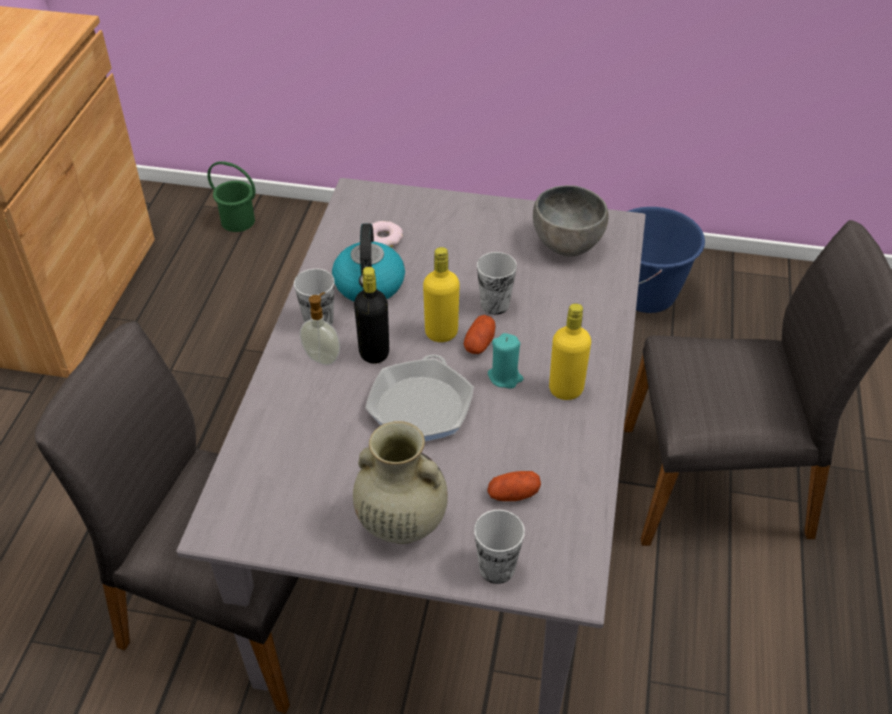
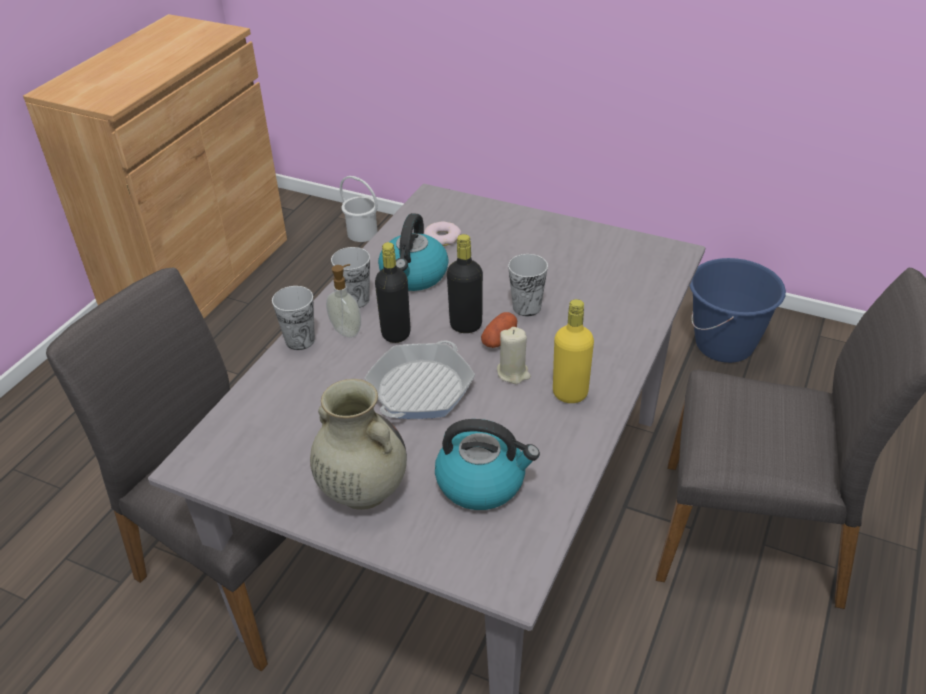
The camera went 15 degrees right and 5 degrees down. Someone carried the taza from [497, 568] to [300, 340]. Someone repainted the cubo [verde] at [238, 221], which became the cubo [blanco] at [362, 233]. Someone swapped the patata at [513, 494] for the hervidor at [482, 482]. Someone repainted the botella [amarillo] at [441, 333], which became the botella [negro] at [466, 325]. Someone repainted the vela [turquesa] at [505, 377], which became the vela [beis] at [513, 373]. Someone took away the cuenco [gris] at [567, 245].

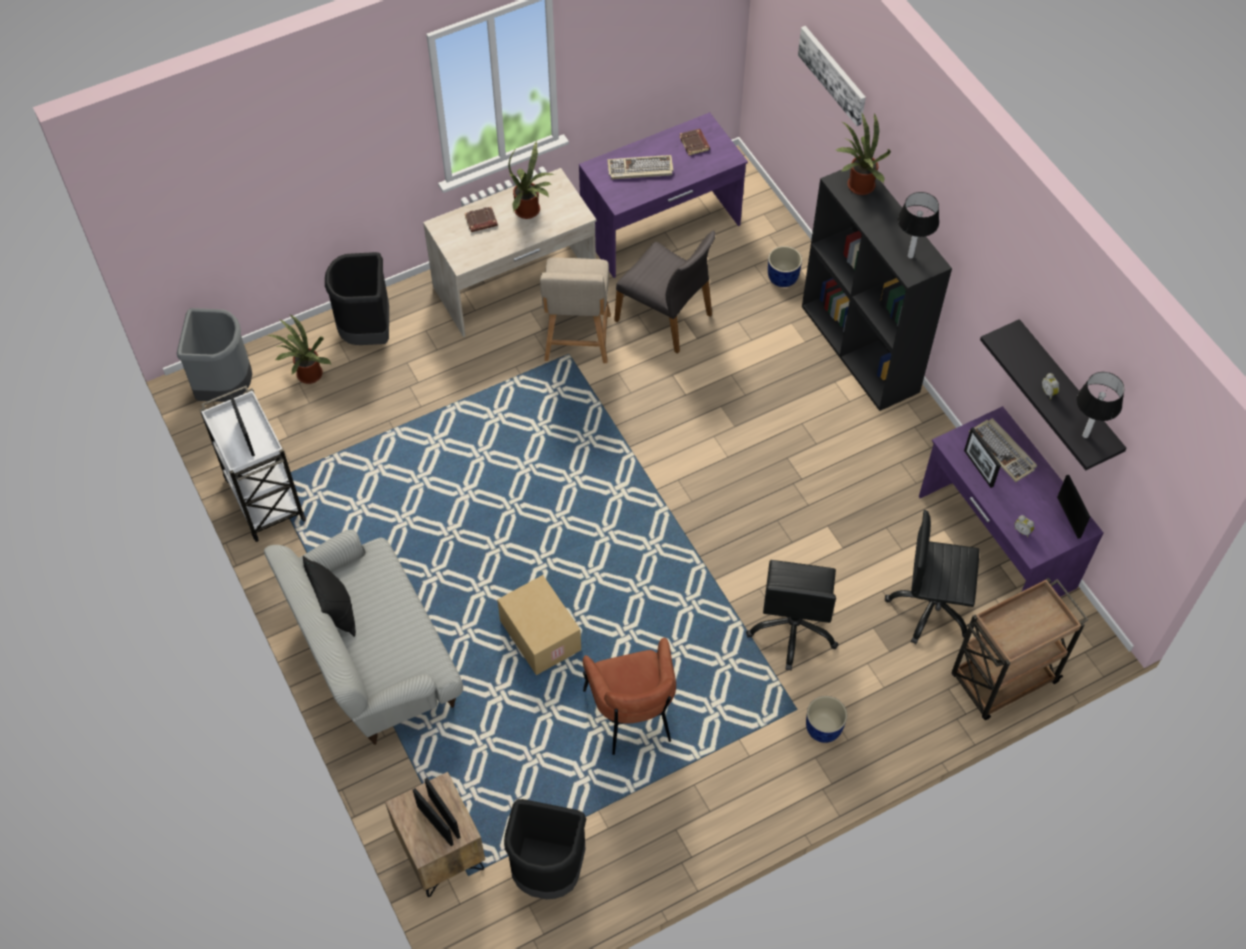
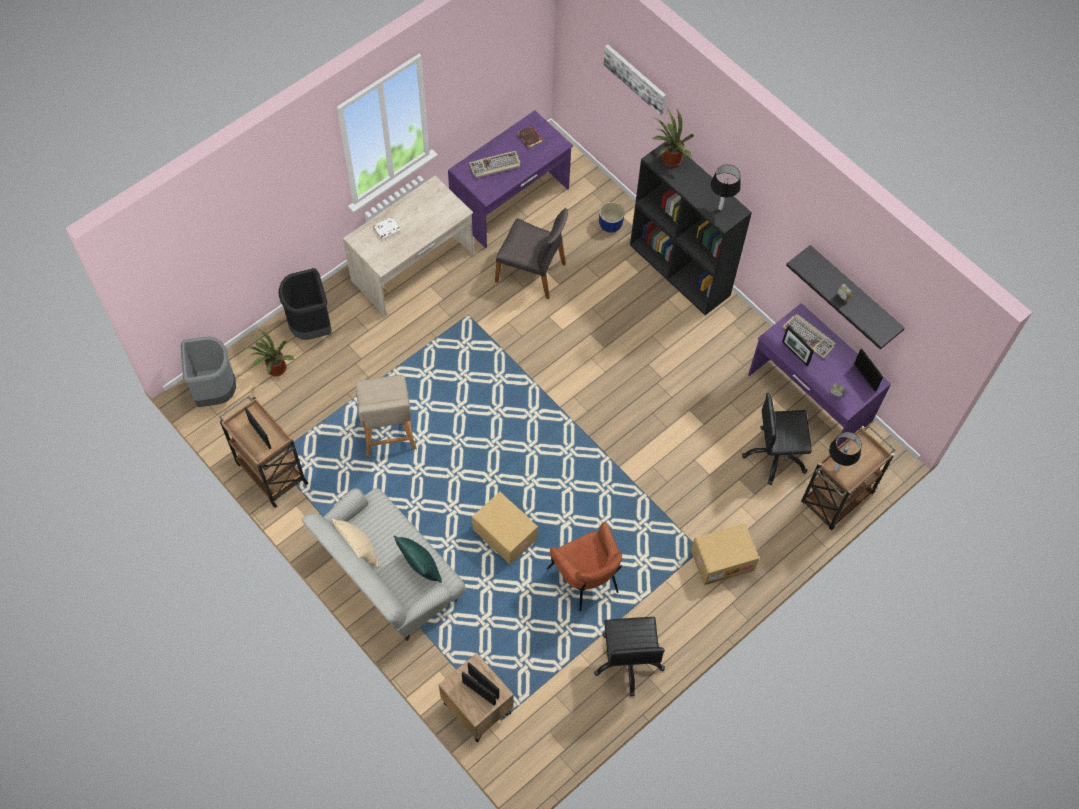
The camera went 15 degrees left and 5 degrees up. Someone repainted the carrito [blanco] at [264, 497], which became the carrito [marrón] at [270, 472]. Someone repainted the cojín [negro] at [336, 611], which became the cojín [beis] at [359, 551]. Someone carried the silla [beis] from [577, 340] to [388, 434]. Someone repainted the libro [marrón] at [481, 222], which became the libro [blanco] at [387, 230]. Someone put down the cojín [verde] at [420, 567]. Someone carried the silla de oficina [negro] from [793, 629] to [628, 661]. Someone swapped the maceta [azul] at [824, 728] for the caja de cartón at [722, 559]. Someone carried the lámpara de mesa from [1085, 435] to [836, 469]. Someone took away the papelera [negro] at [547, 872]. Someone took away the planta en maceta at [530, 211].

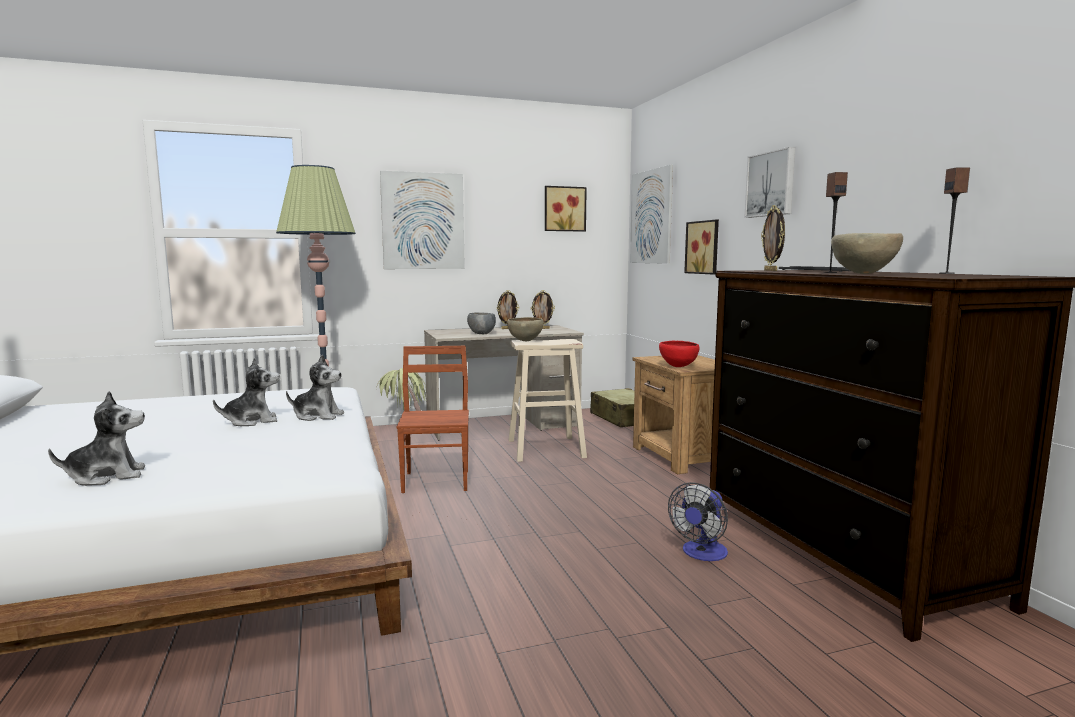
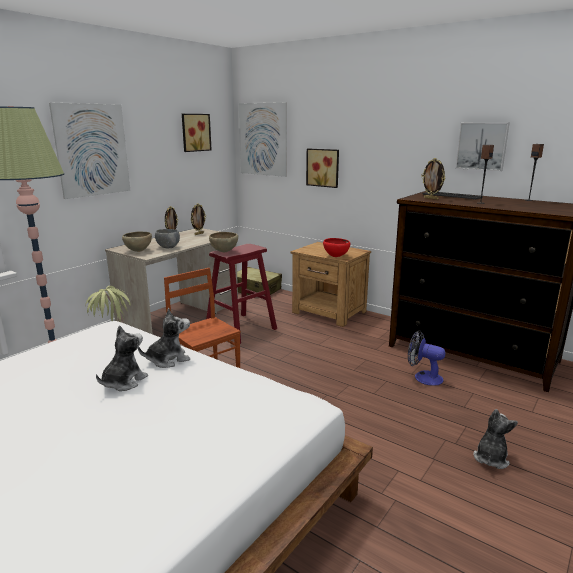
The camera went 35 degrees left and 10 degrees up. Someone carried the cuenco [marrón] from [864, 274] to [138, 251]. Someone repainted the taburete [beis] at [545, 448], which became the taburete [rojo] at [241, 328]. Someone rotated the ventilador at [701, 554] by 120 degrees clockwise. Someone carried the cuadro from [771, 184] to [482, 146]. Someone carried the peluche from [107, 476] to [490, 458].

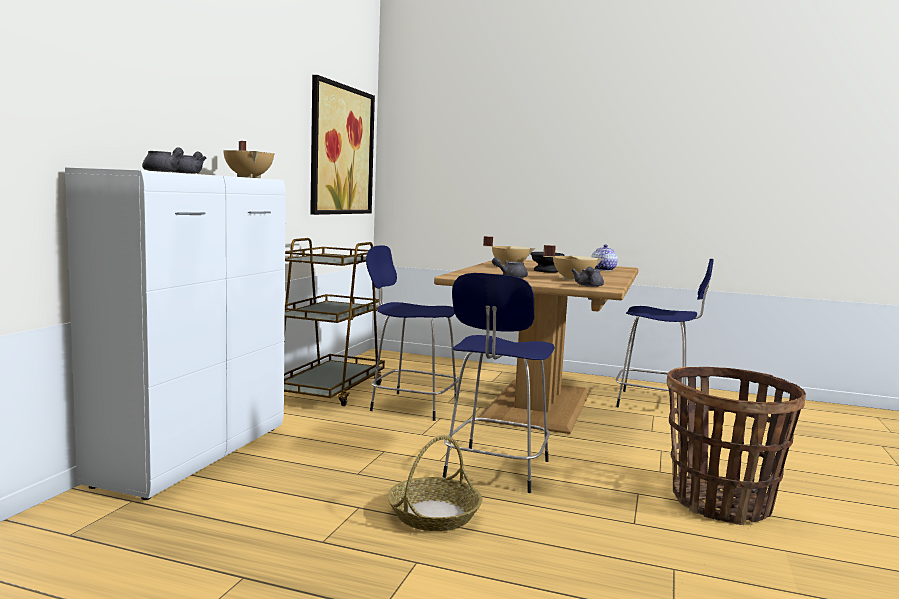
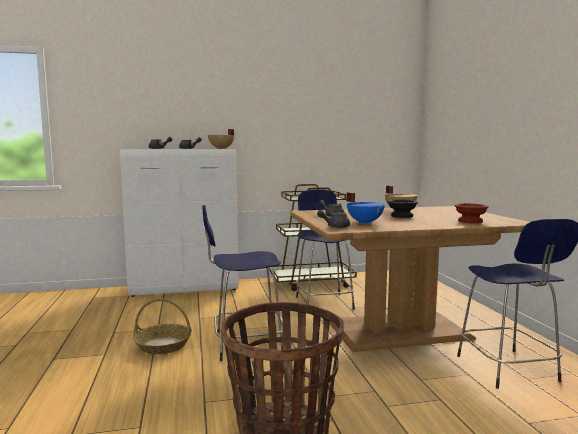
The camera went 60 degrees right and 0 degrees up. Someone repainted the olla [beis] at [573, 279], which became the olla [azul] at [365, 222]. Someone swapped the tetera at [603, 270] for the cuenco [marrón] at [470, 221]. Someone took away the cuadro at [341, 150].

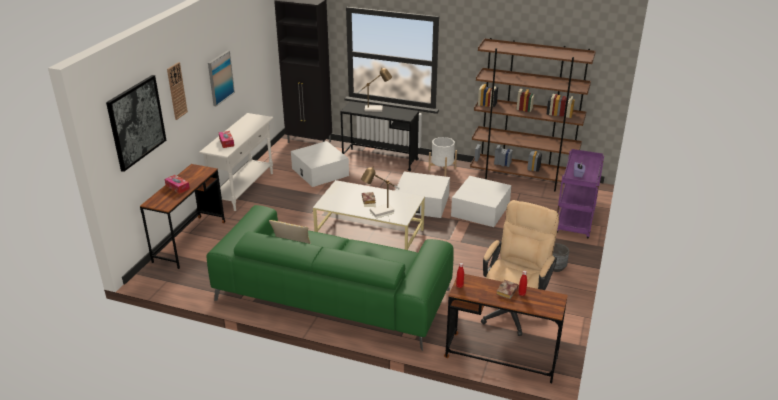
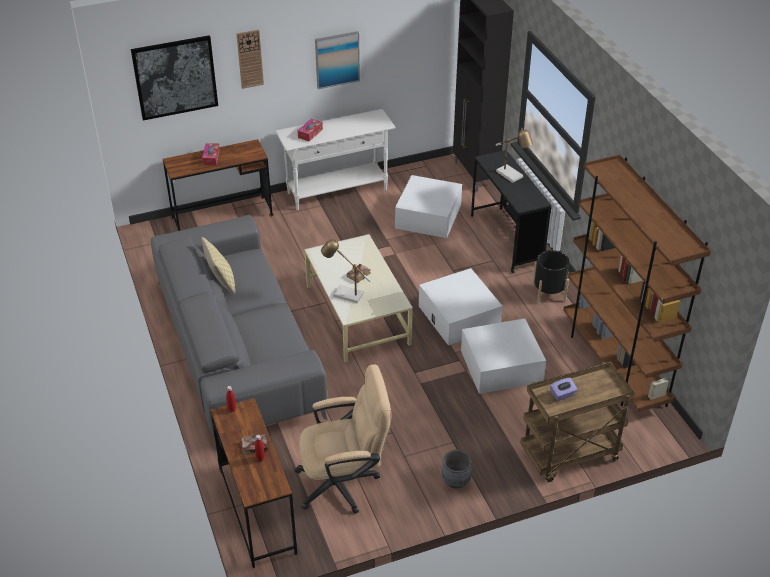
The camera went 50 degrees right and 10 degrees up. Someone repainted the sofá [verde] at [333, 295], which became the sofá [gris] at [237, 347]. Someone repainted the carrito [morado] at [575, 223], which became the carrito [marrón] at [569, 456]. Someone repainted the maceta [blanco] at [442, 169], which became the maceta [negro] at [548, 293].

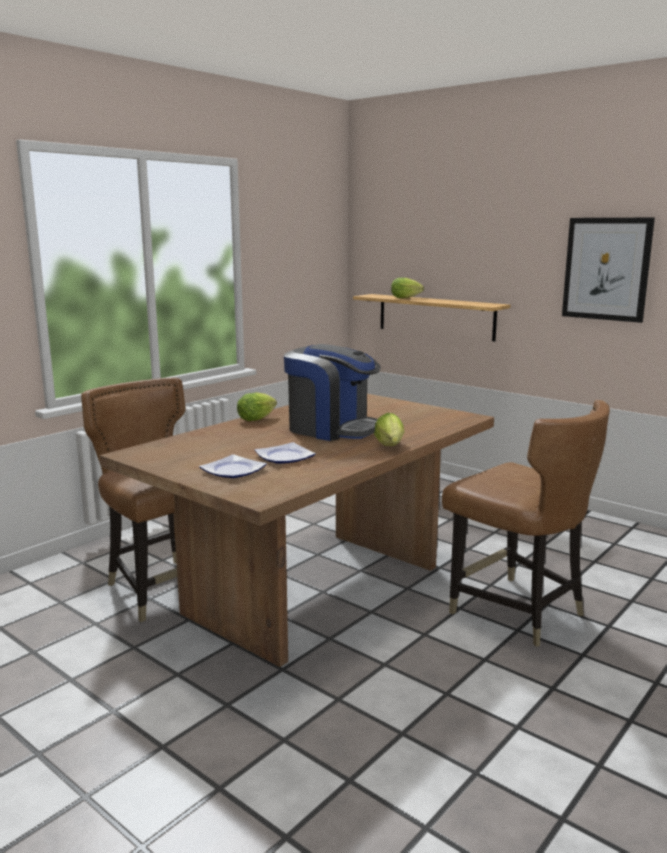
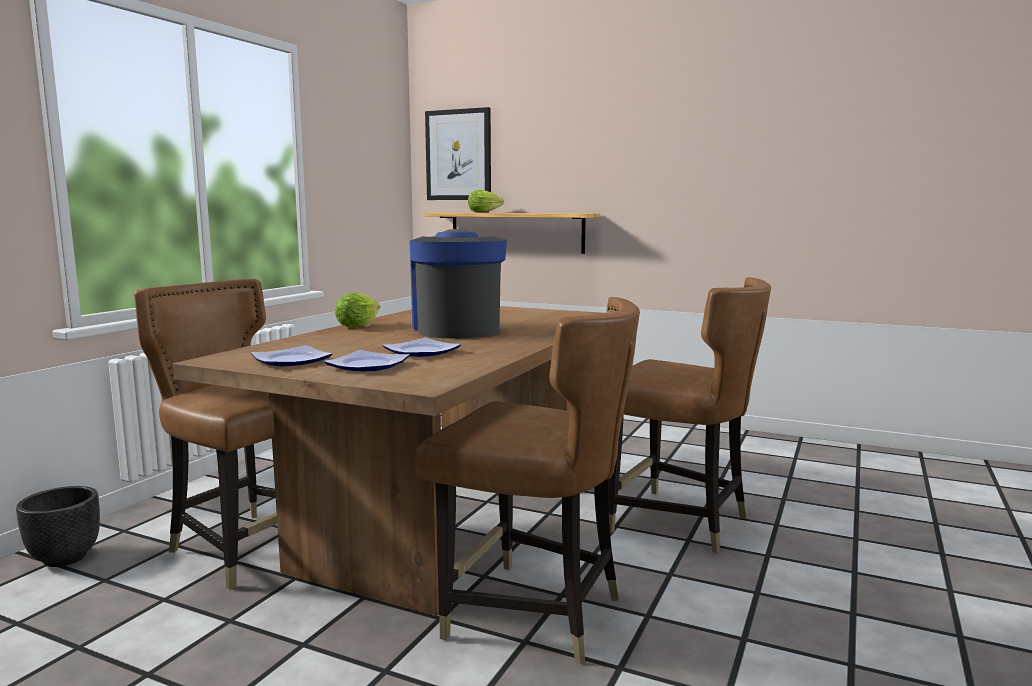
The camera went 15 degrees left and 5 degrees down. Someone put down the maceta [negro] at [64, 558]. Someone put down the plato at [292, 360]. Someone rotated the cafetera at [332, 429] by 120 degrees counterclockwise. Someone put down the silla [marrón] at [534, 613]. Someone carried the cuadro from [606, 269] to [458, 155]. Someone took away the lechuga at [390, 446].

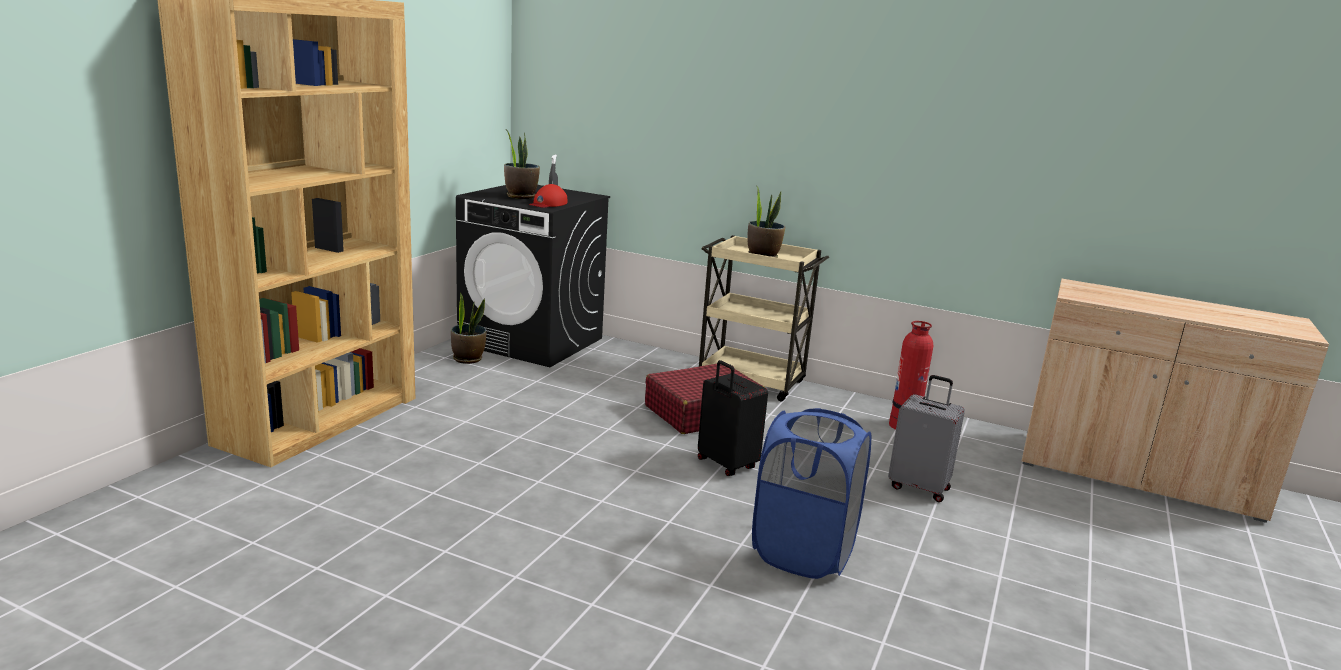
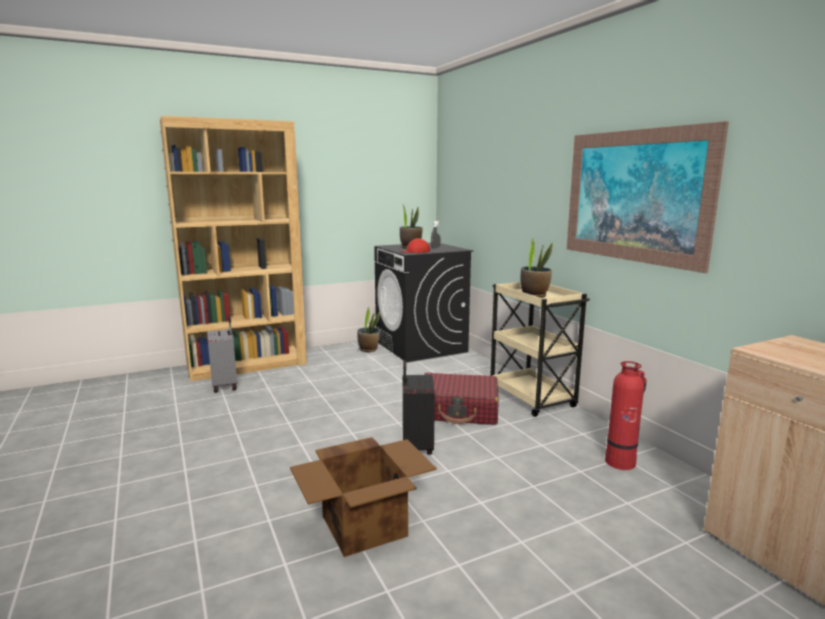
The camera went 40 degrees right and 5 degrees down. Someone carried the maleta [gris] from [919, 487] to [226, 385]. Someone swapped the cesto de la ropa [azul] at [803, 553] for the caja de cartón at [365, 525]. Someone put up the cuadro at [634, 196].

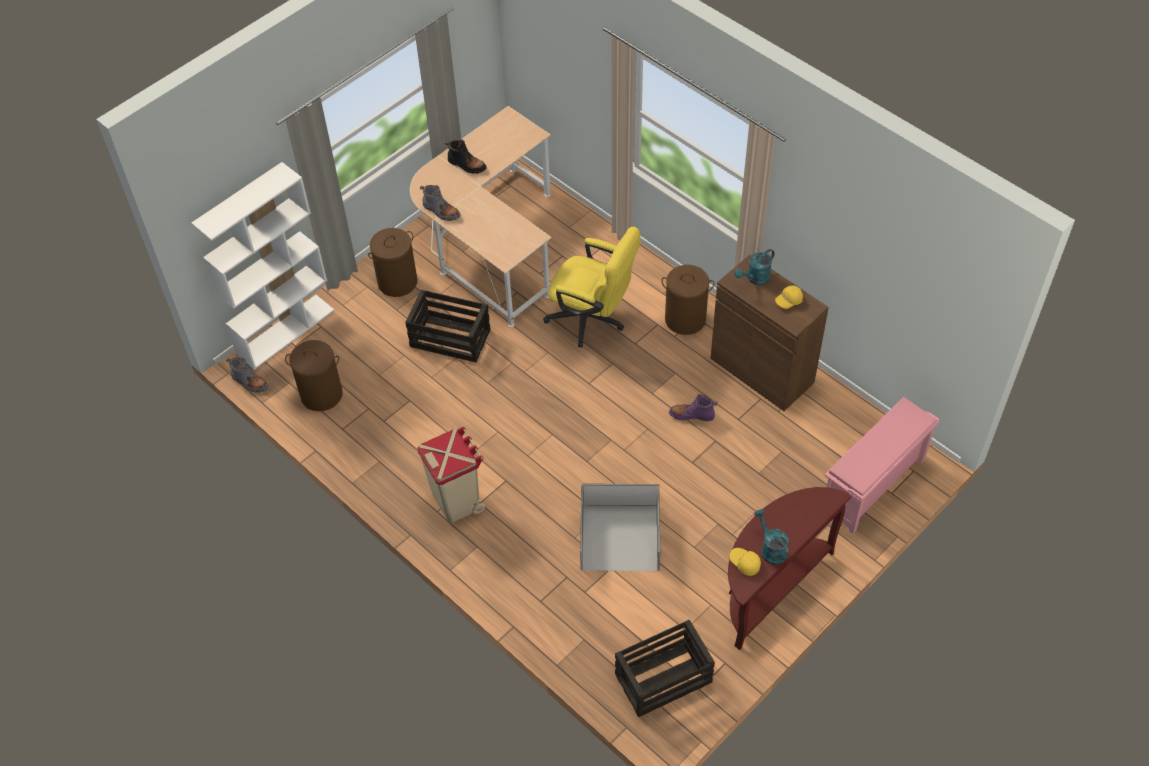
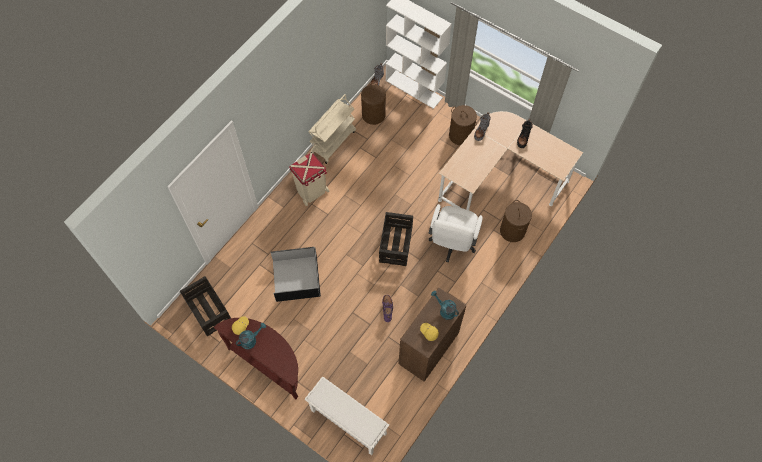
The camera went 80 degrees right and 10 degrees up. Someone repainted the zapatero [rosa] at [873, 486], which became the zapatero [blanco] at [347, 422]. Someone put down the carrito [beis] at [333, 142]. Someone carried the caja de embalaje from [449, 338] to [395, 244]. Someone repainted the silla de oficina [amarillo] at [592, 319], which became the silla de oficina [blanco] at [452, 244]. Someone carried the cesto de la ropa [marrón] from [685, 319] to [512, 231].

